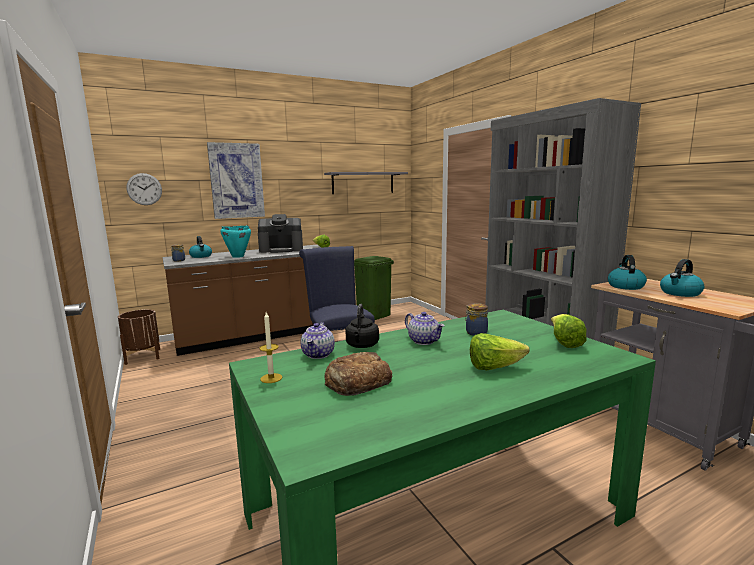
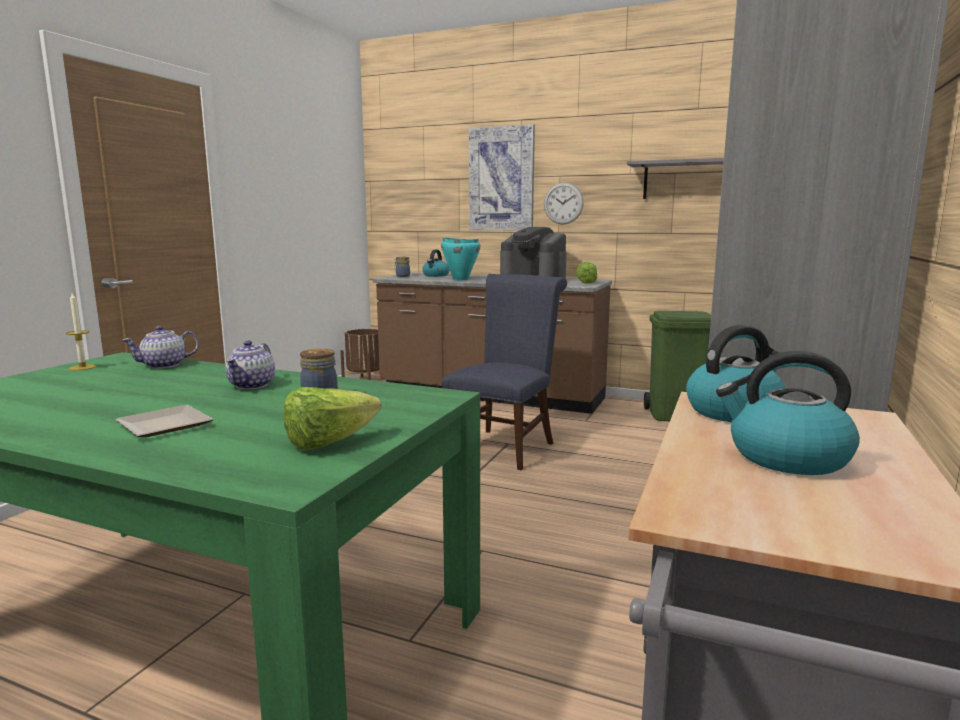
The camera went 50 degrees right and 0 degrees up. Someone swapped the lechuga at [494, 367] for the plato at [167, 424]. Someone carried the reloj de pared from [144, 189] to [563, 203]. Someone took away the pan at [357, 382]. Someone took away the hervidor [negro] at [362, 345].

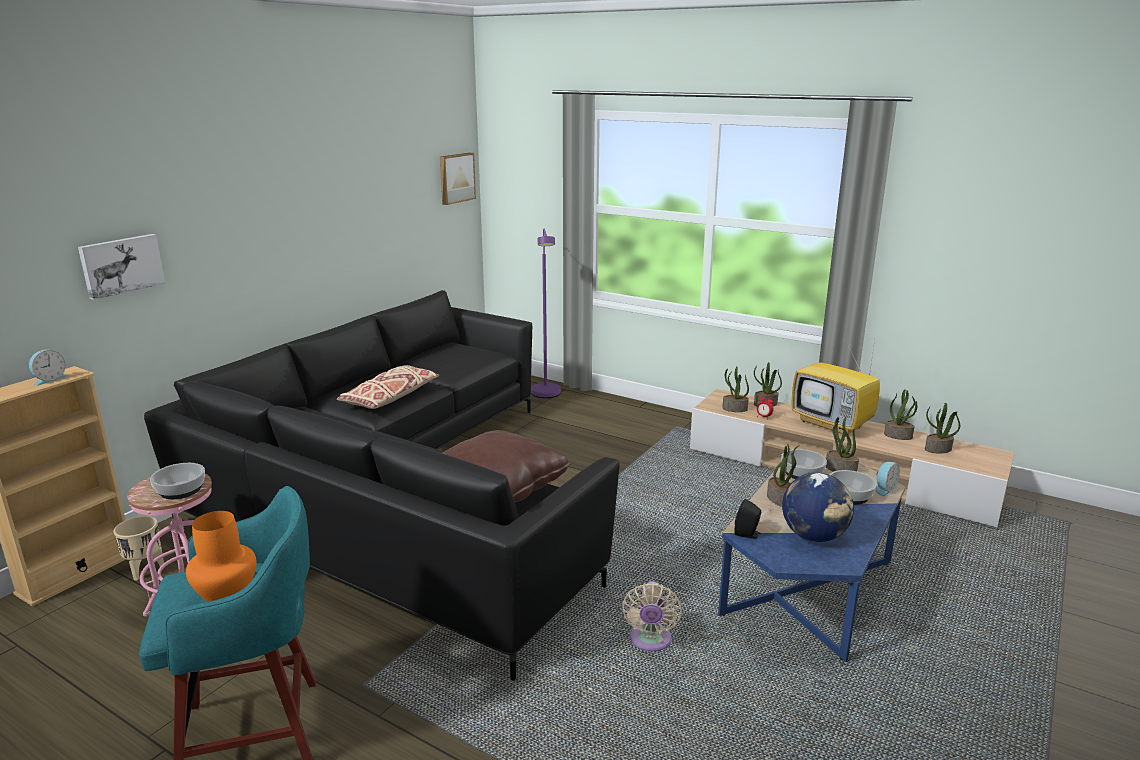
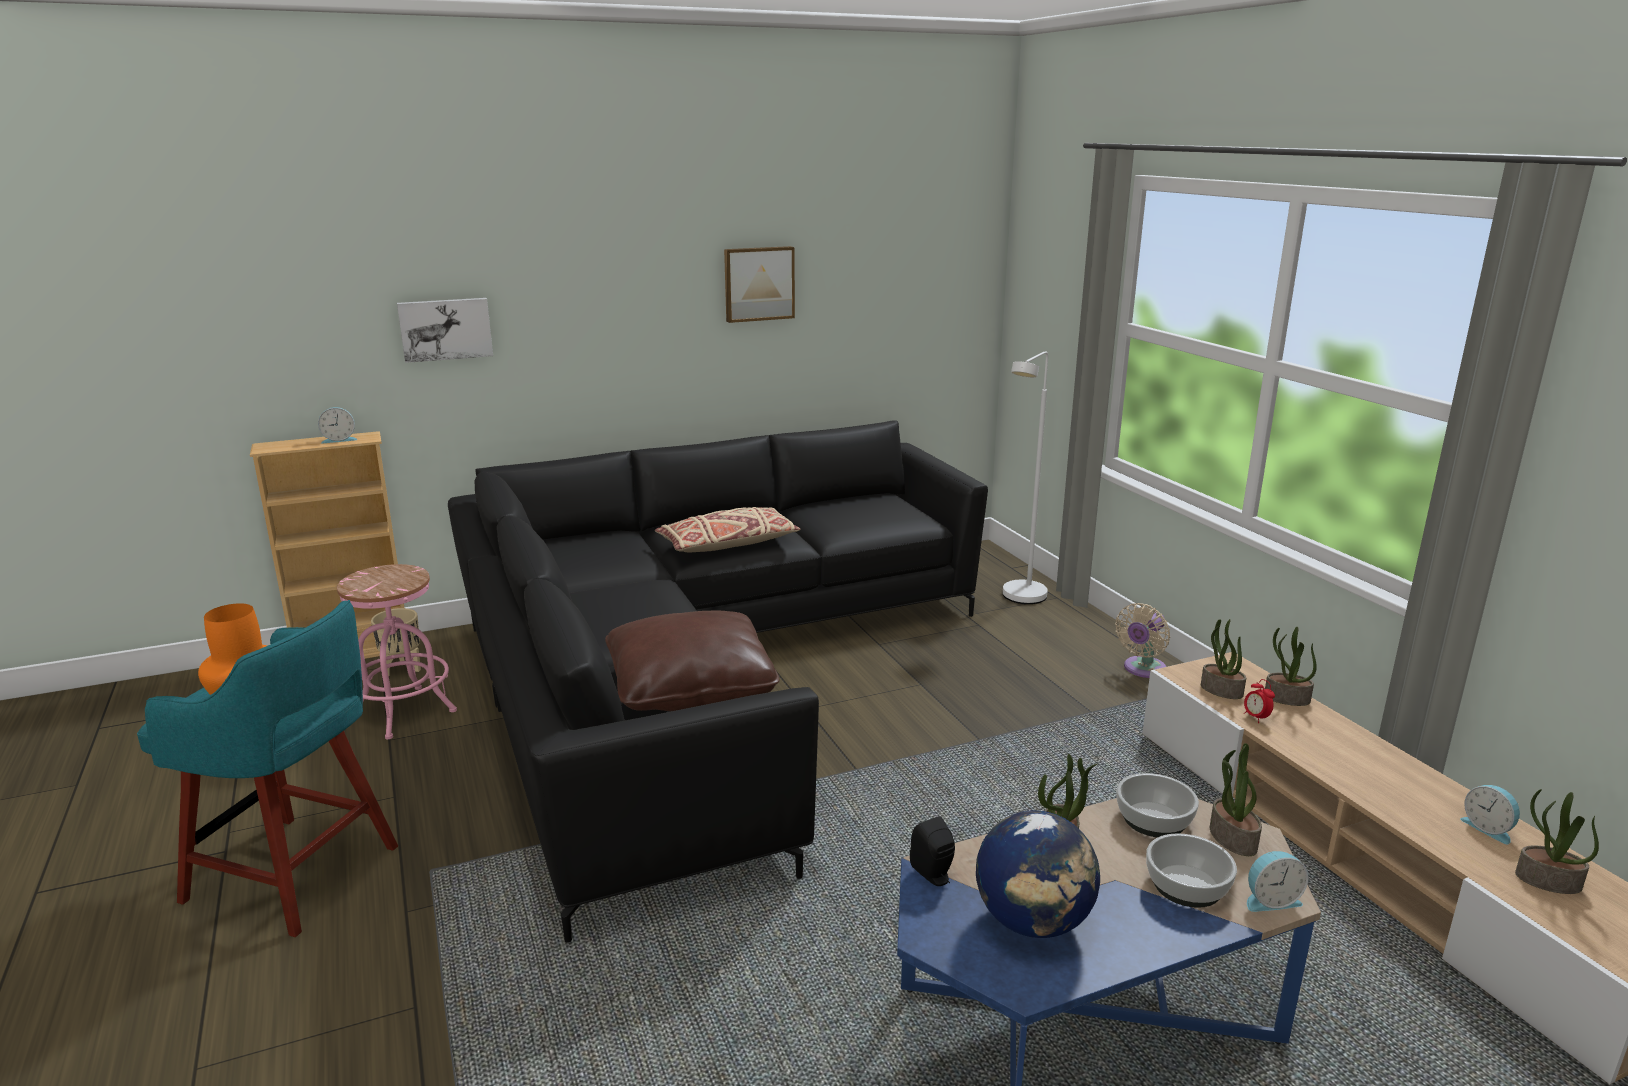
The camera went 35 degrees right and 0 degrees up. Someone carried the cuadro from [456, 178] to [758, 283]. Someone repainted the lámpara de pie [morado] at [546, 396], which became the lámpara de pie [blanco] at [1020, 600]. Someone carried the ventilador [beis] from [650, 641] to [1142, 669]. Someone swapped the planta en maceta at [898, 435] for the despertador at [1488, 828]. Someone took away the cuenco at [181, 490]. Someone took away the televisor at [833, 424].

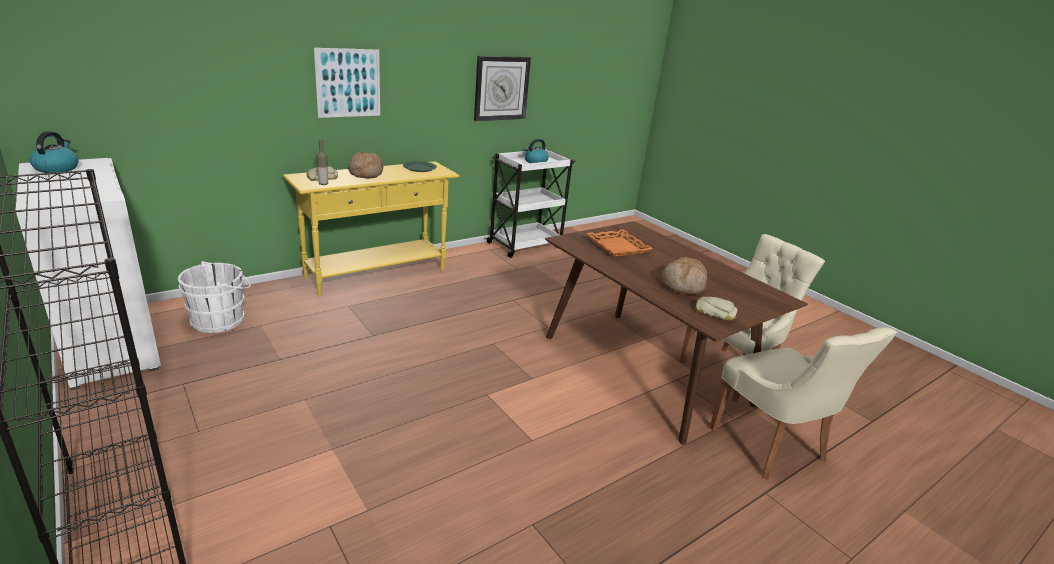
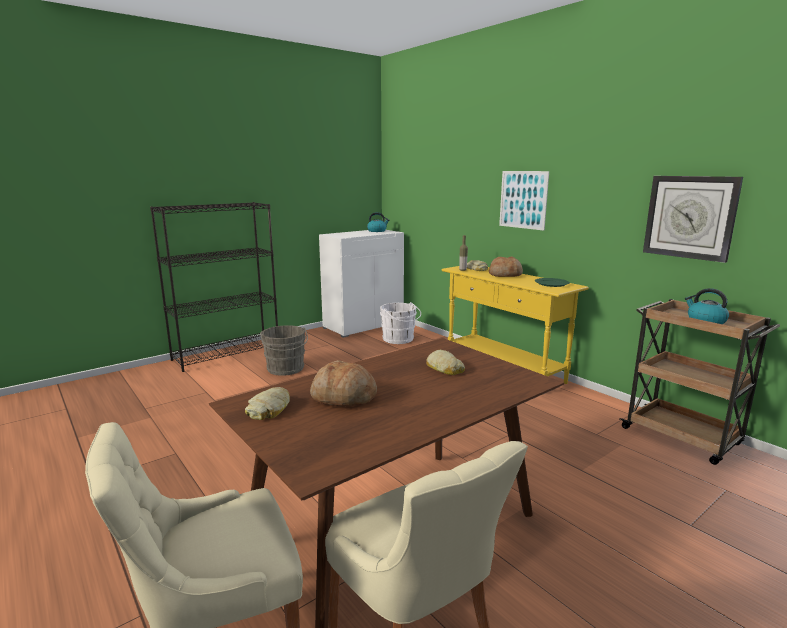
The camera went 90 degrees right and 10 degrees down. Someone put down the cubo [gris] at [285, 369]. Someone swapped the bandeja [naranja] at [618, 247] for the pan at [444, 368]. Someone repainted the carrito [blanco] at [525, 245], which became the carrito [marrón] at [682, 437].

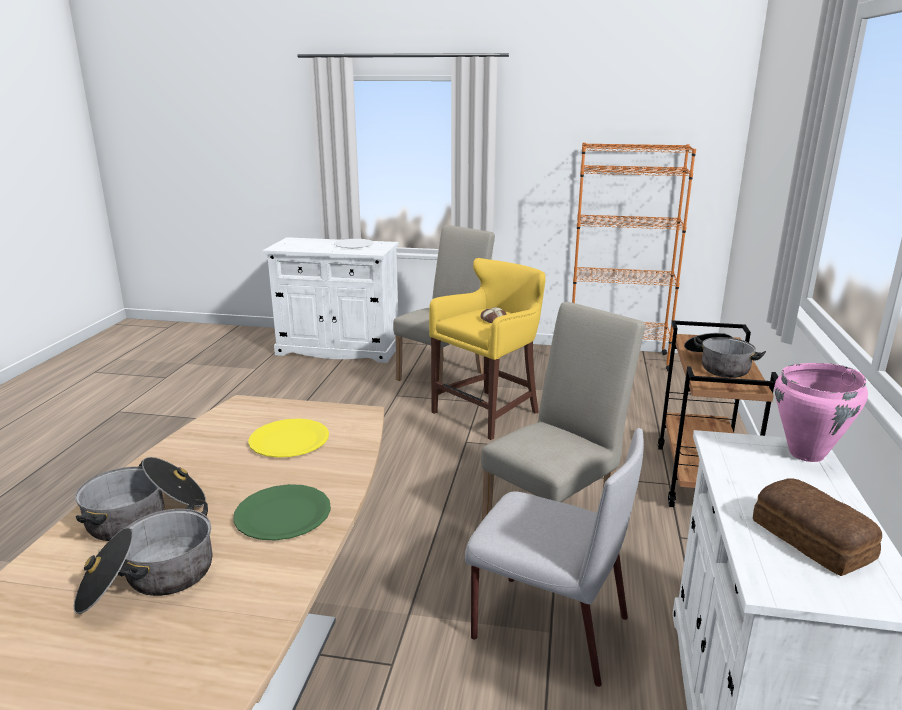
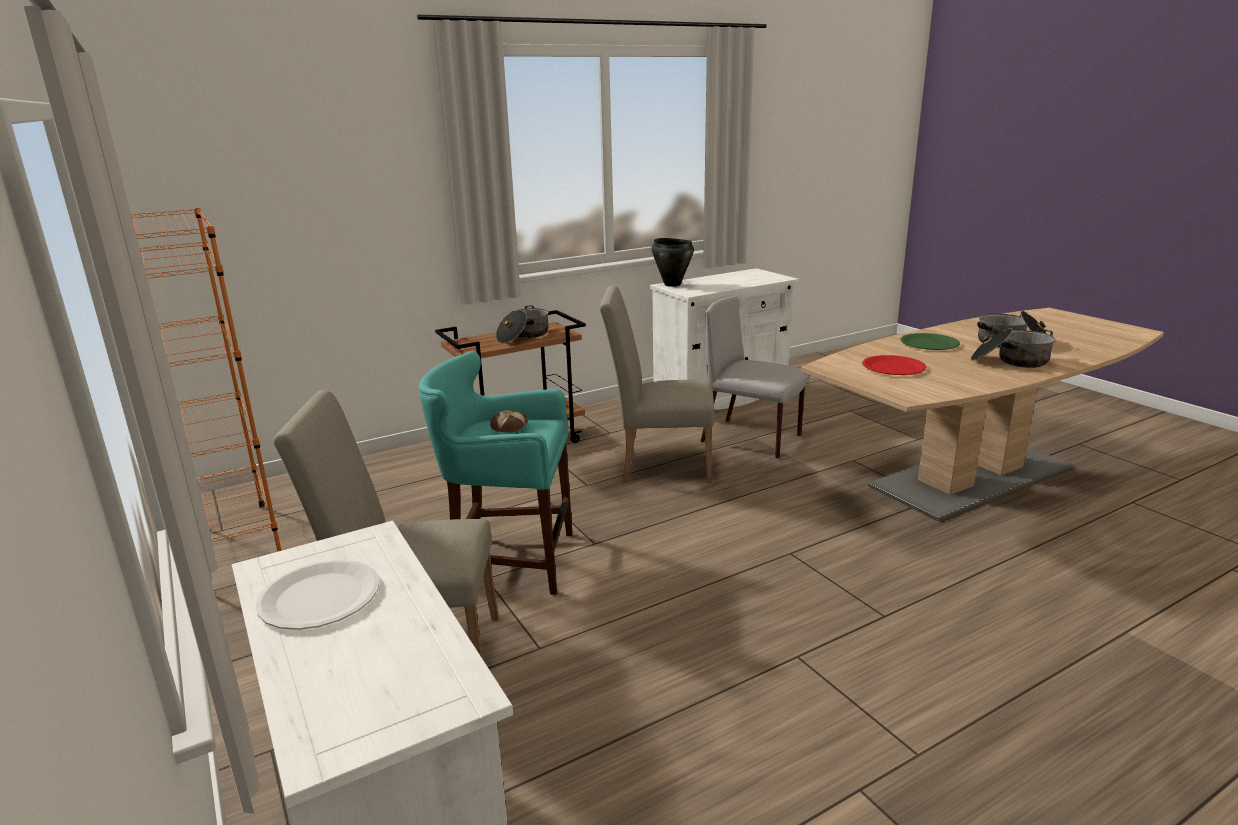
The camera went 130 degrees left and 0 degrees up. Someone repainted the taburete [amarillo] at [489, 412], which became the taburete [turquesa] at [508, 560]. Someone repainted the olla [rosa] at [807, 454], which became the olla [negro] at [672, 284]. Someone rotated the silla [gris] at [547, 627] by 45 degrees counterclockwise. Someone repainted the plato [amarillo] at [289, 440], which became the plato [rojo] at [893, 367]. Someone took away the pan at [812, 541].

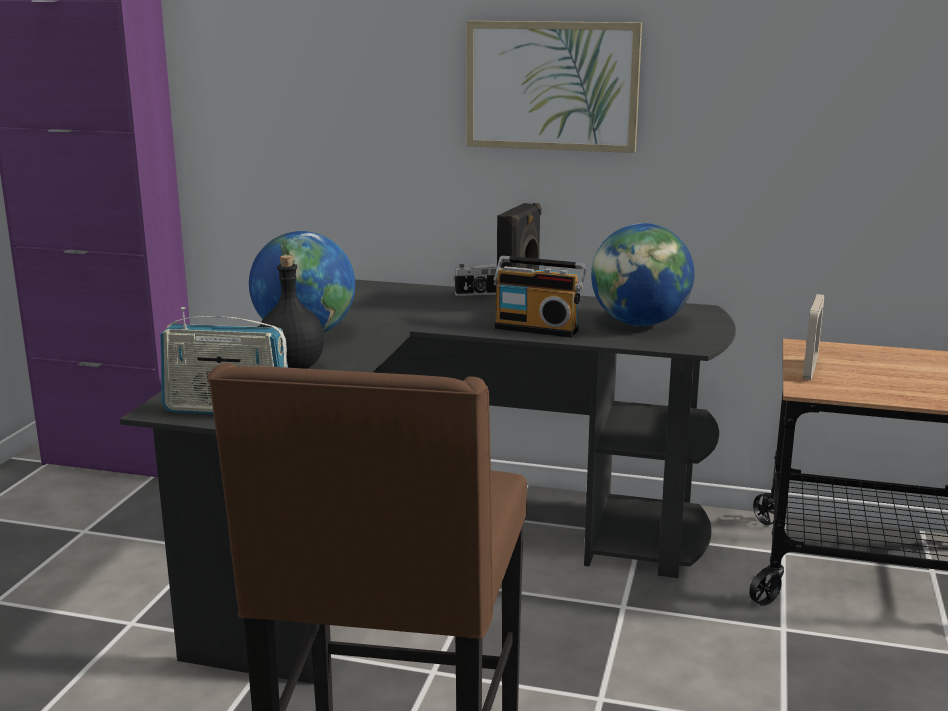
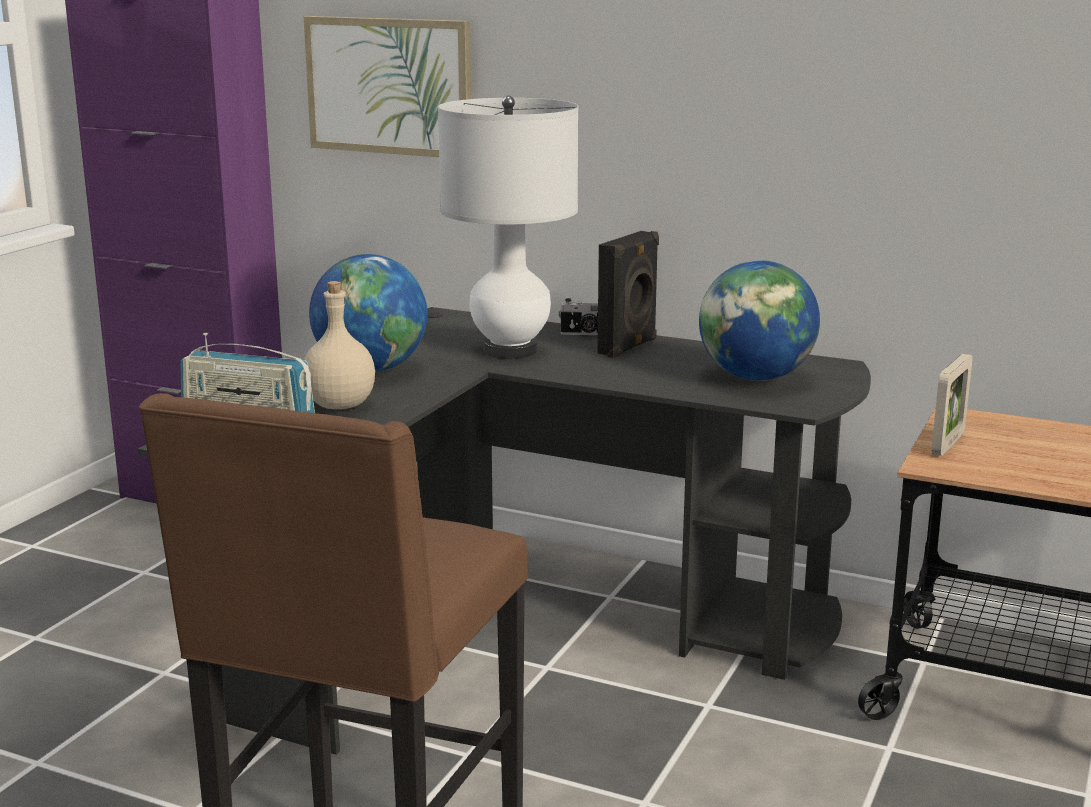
The camera went 10 degrees right and 0 degrees up. Someone carried the cuadro from [552, 86] to [390, 86]. Someone repainted the botella [negro] at [293, 367], which became the botella [beis] at [340, 405]. Someone put down the lámpara de mesa [blanco] at [511, 350]. Someone took away the radio at [537, 328].

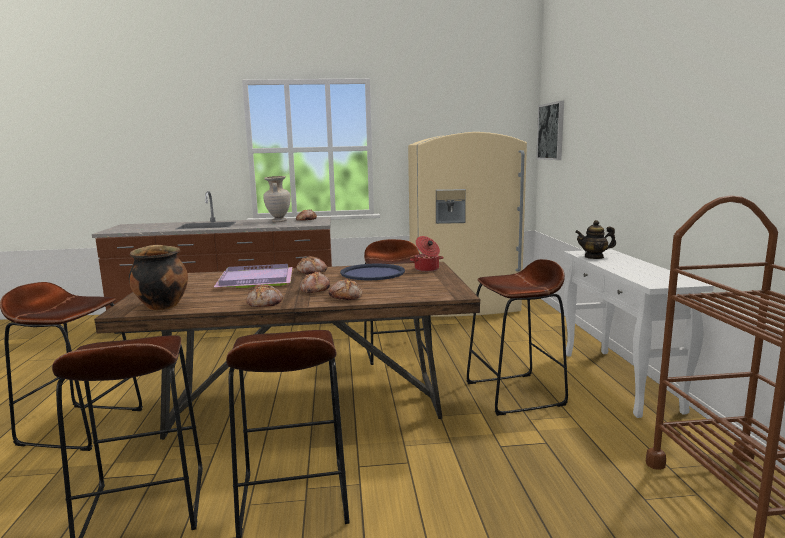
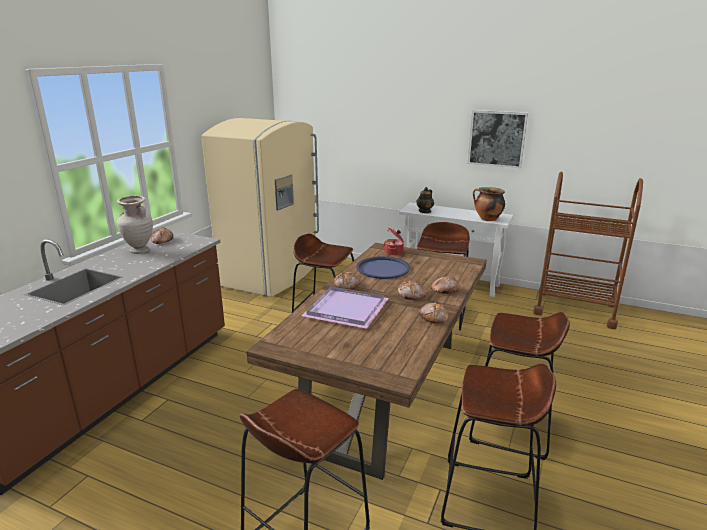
The camera went 60 degrees left and 10 degrees up. Someone carried the cuadro from [551, 131] to [497, 138]. Someone carried the olla from [161, 306] to [487, 219].

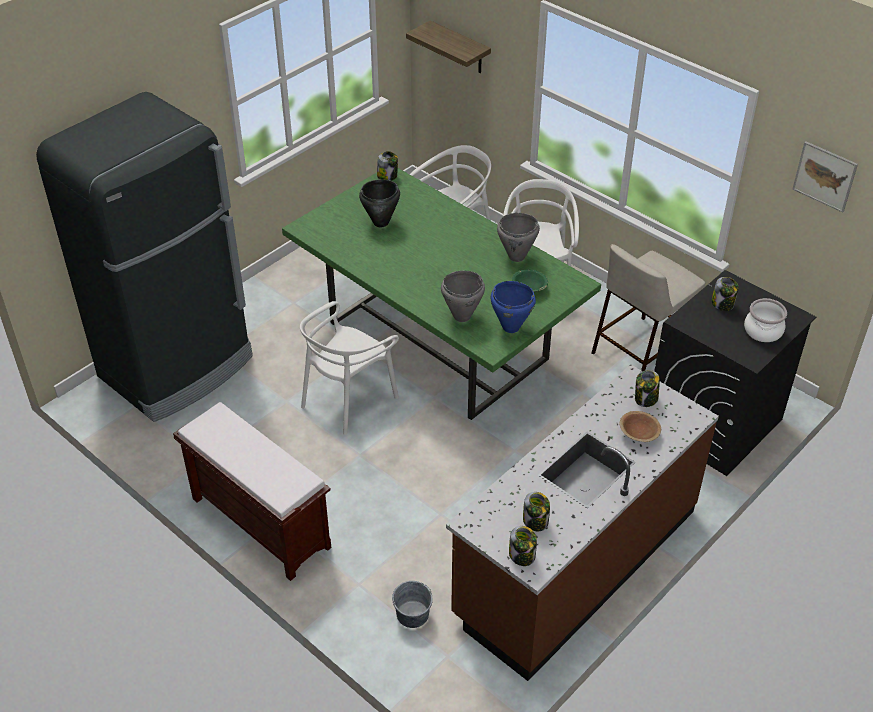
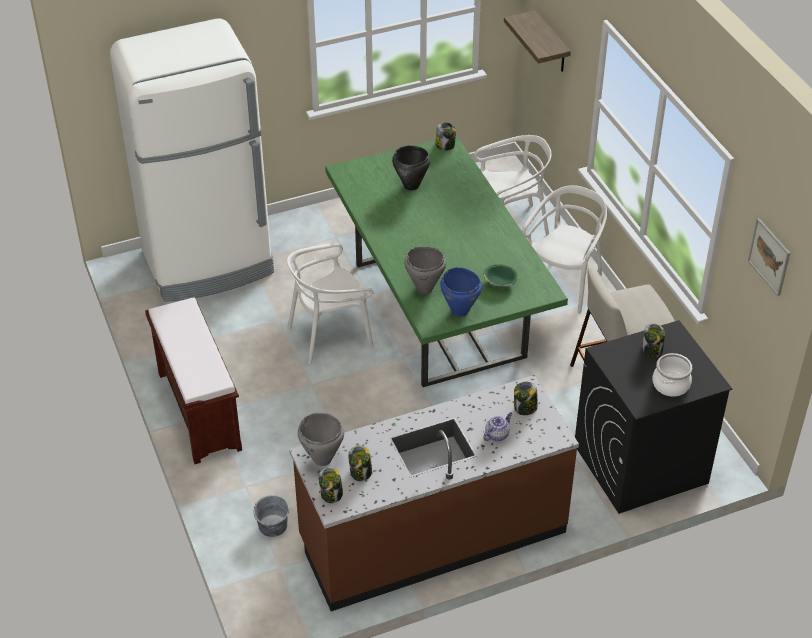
The camera went 25 degrees right and 0 degrees up. Someone repainted the nevera [negro] at [178, 367], which became the nevera [blanco] at [208, 263]. Someone carried the olla [gris] from [517, 257] to [322, 459]. Someone swapped the cuenco [marrón] at [639, 434] for the tetera at [497, 434].

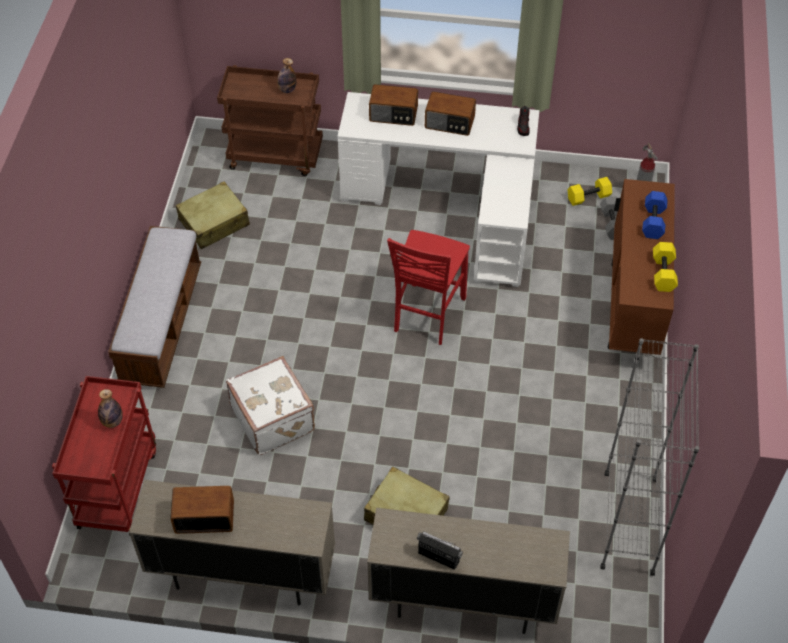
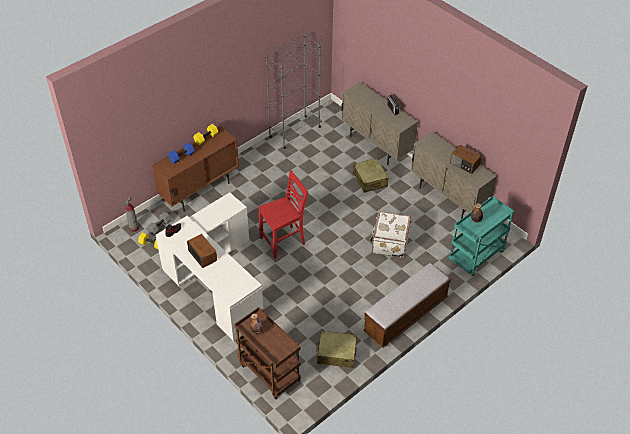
The camera went 140 degrees left and 5 degrees down. Someone repainted the carrito [rojo] at [117, 487], which became the carrito [turquesa] at [476, 257]. Someone took away the radio at [393, 115].

